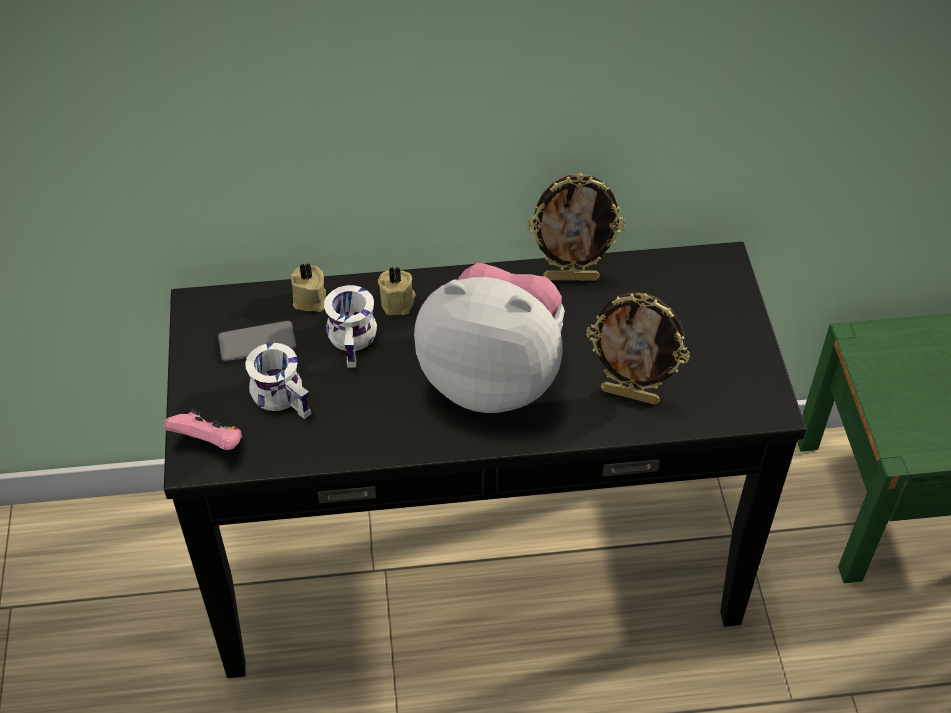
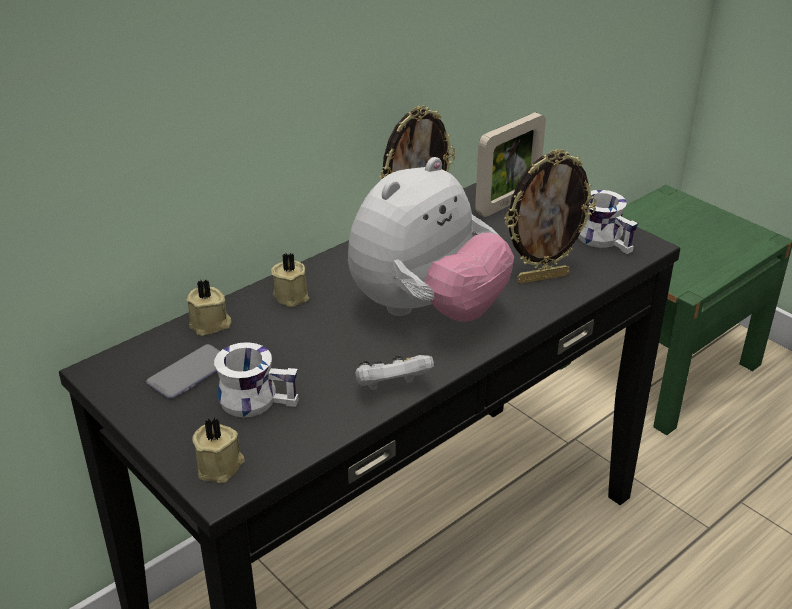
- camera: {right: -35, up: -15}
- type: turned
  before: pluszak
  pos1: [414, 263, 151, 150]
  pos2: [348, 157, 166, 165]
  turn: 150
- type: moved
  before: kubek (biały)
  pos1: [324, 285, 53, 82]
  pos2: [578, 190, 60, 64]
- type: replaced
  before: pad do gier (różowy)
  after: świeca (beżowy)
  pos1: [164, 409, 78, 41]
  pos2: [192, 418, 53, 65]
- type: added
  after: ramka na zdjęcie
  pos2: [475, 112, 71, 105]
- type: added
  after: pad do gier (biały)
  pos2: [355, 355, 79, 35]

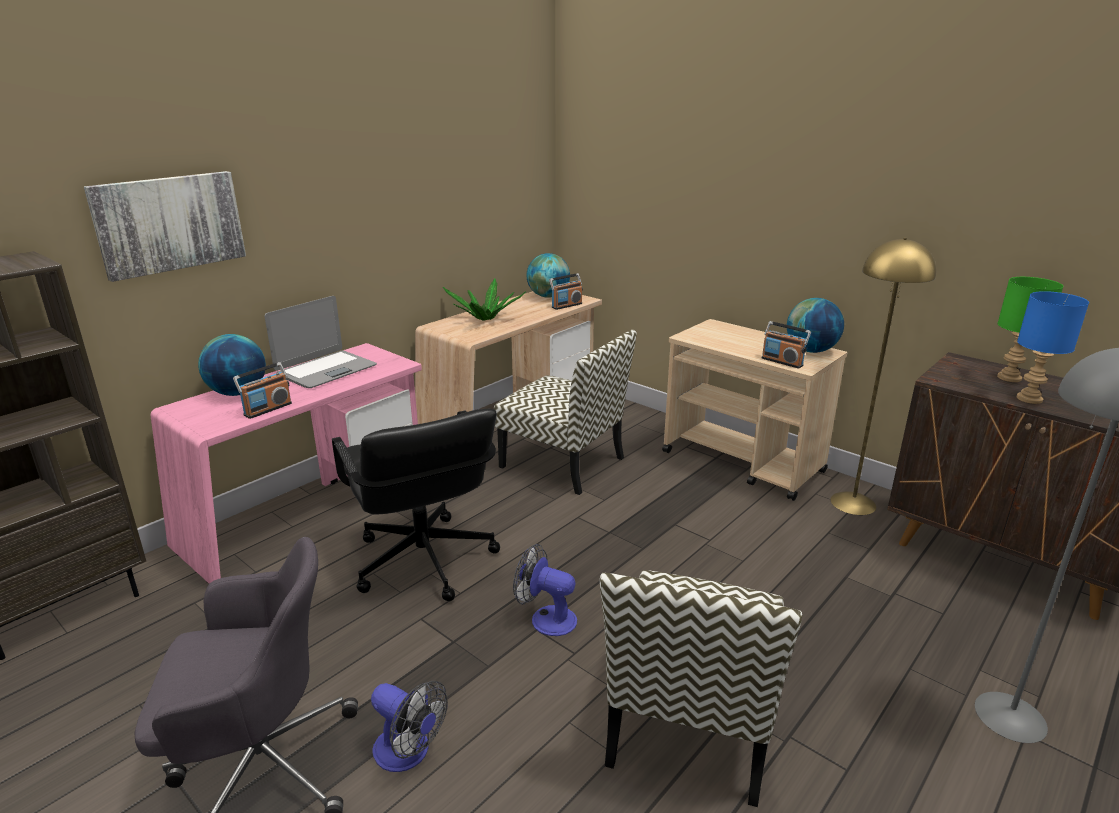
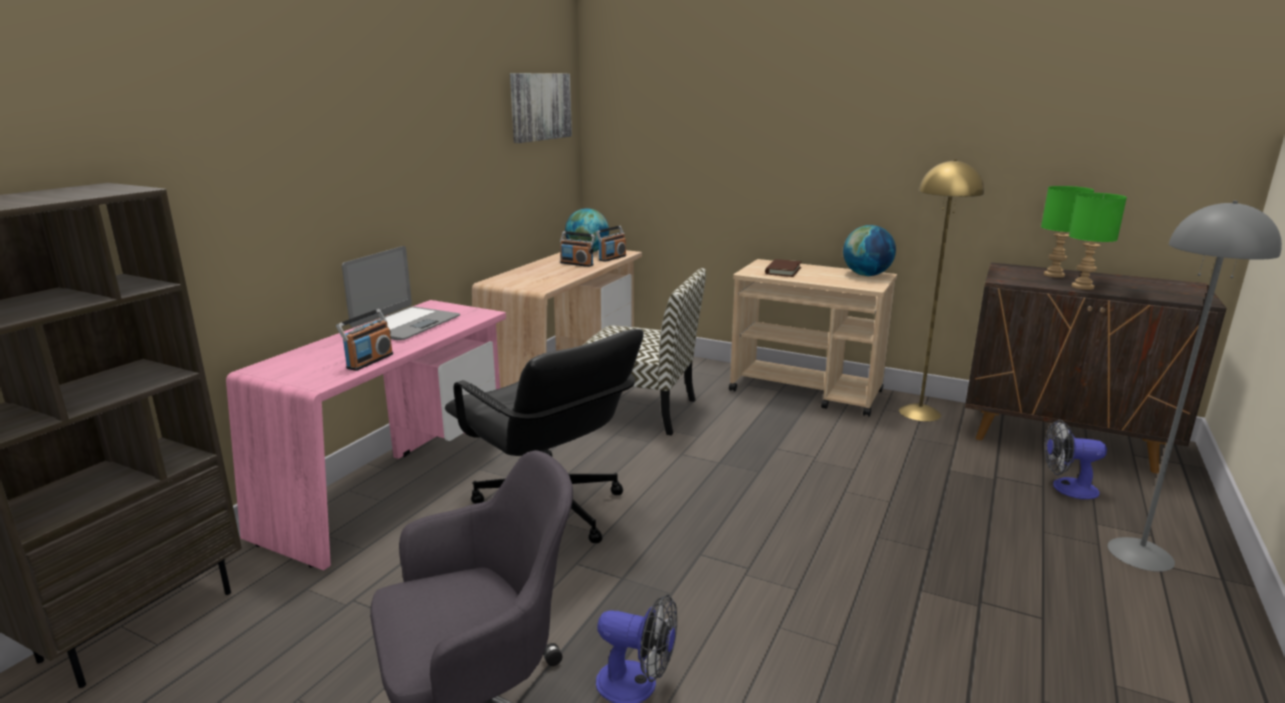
- camera: {right: -15, up: -5}
- type: moved
  before: obraz
  pos1: [84, 171, 162, 111]
  pos2: [510, 73, 62, 70]
- type: removed
  before: roślina doniczkowa
  pos1: [443, 279, 83, 42]
- type: recoloured
  before: lampa stołowa (niebieski)
  after: lampa stołowa (zielony)
  pos1: [1016, 291, 73, 113]
  pos2: [1069, 193, 58, 97]
- type: moved
  before: radio
  pos1: [762, 321, 49, 47]
  pos2: [560, 231, 35, 36]
- type: removed
  before: globus
  pos1: [198, 334, 68, 62]
- type: moved
  before: wentylator
  pos1: [513, 544, 64, 92]
  pos2: [1045, 420, 62, 79]
- type: removed
  before: krzesło
  pos1: [600, 570, 202, 237]
- type: added
  after: książka (brązowy)
  pos2: [765, 259, 37, 18]

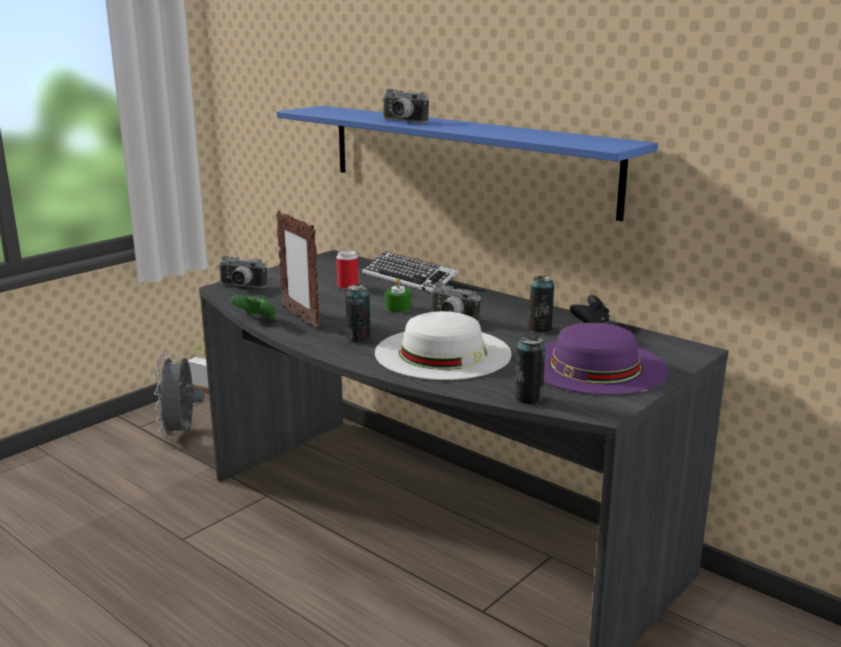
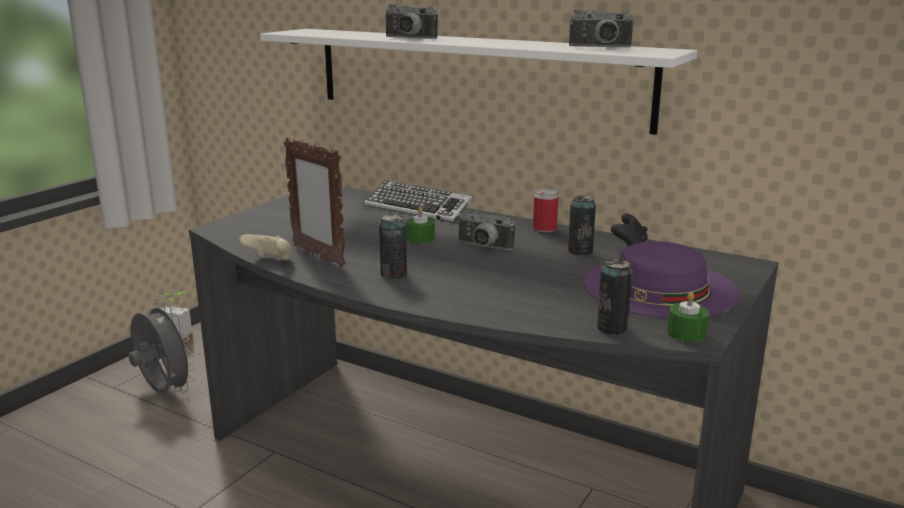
- camera: {right: -10, up: 0}
- type: recoloured
  before: półka (niebieski)
  after: półka (biały)
  pos1: [277, 106, 381, 115]
  pos2: [260, 29, 437, 106]
- type: moved
  before: puszka
  pos1: [336, 250, 23, 39]
  pos2: [533, 189, 25, 44]
- type: moved
  before: aparat fotograficzny
  pos1: [218, 255, 49, 33]
  pos2: [569, 9, 65, 38]
- type: recoloured
  before: pad do gier (zielony)
  after: pad do gier (beżowy)
  pos1: [231, 295, 45, 25]
  pos2: [239, 234, 53, 26]
- type: removed
  before: kapelusz (biały)
  pos1: [375, 311, 137, 69]
- type: turned
  before: wentylator (szary)
  pos1: [154, 353, 50, 88]
  pos2: [129, 302, 67, 92]
  turn: 150
- type: added
  after: świeca (zielony)
  pos2: [667, 291, 42, 51]

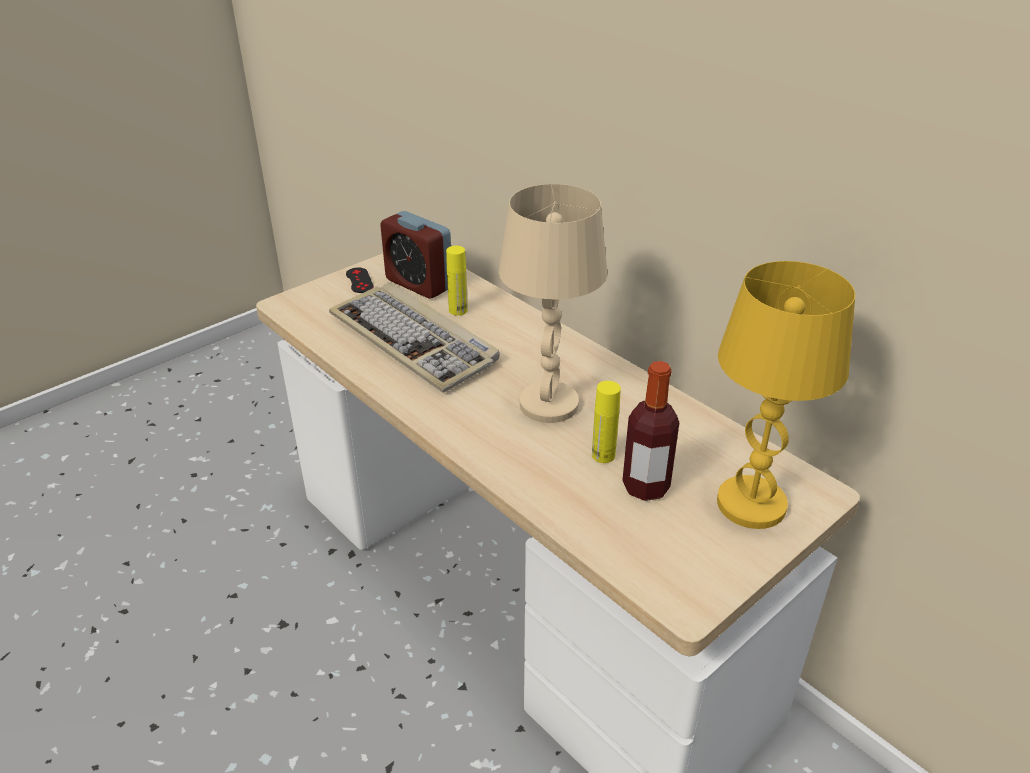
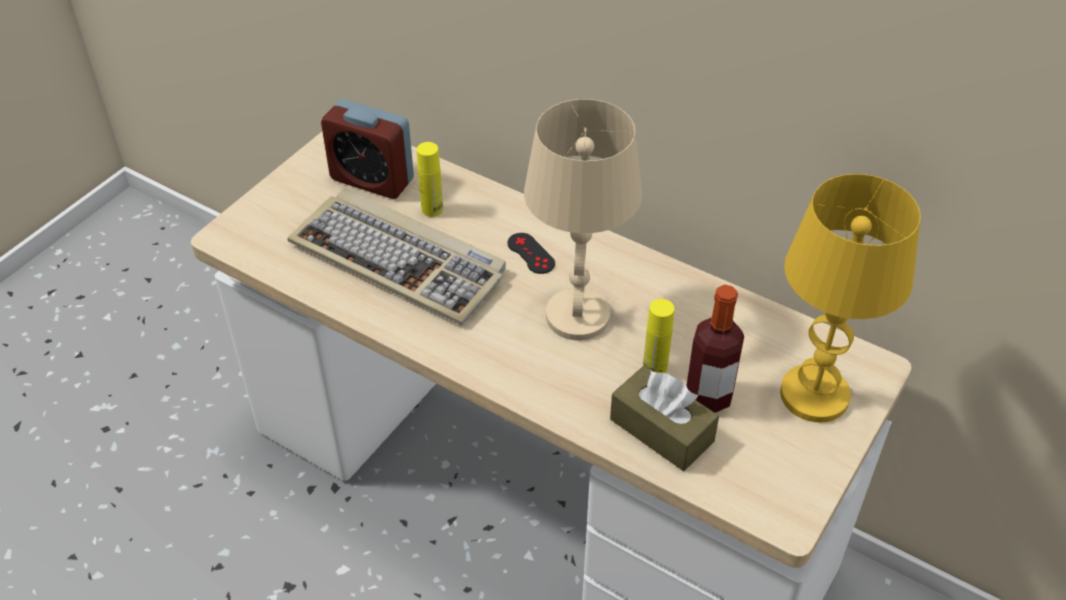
- camera: {right: -15, up: 10}
- type: moved
  before: pad do gier (czarny)
  pos1: [346, 268, 28, 25]
  pos2: [507, 233, 48, 41]
- type: added
  after: pudełko chusteczek (brązowy)
  pos2: [610, 366, 109, 105]

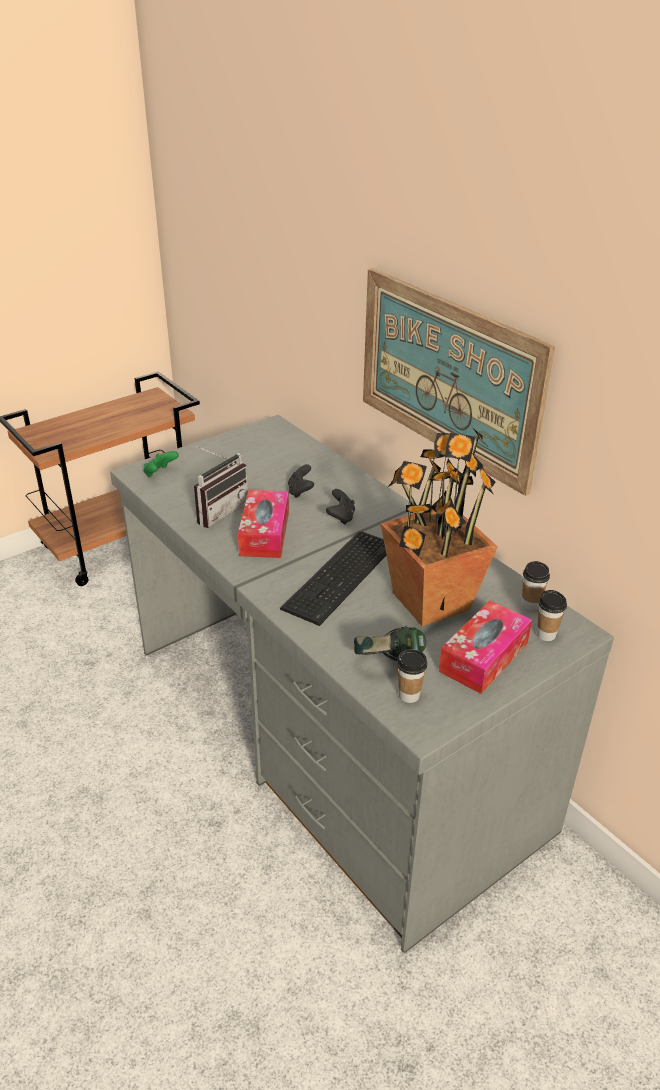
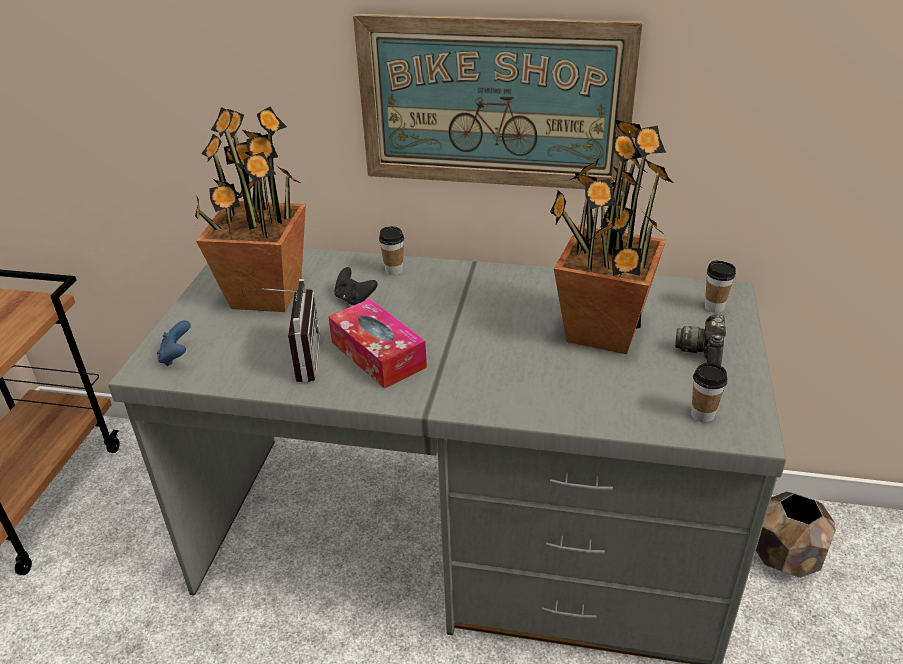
- camera: {right: -40, up: 0}
- type: recoloured
  before: pad do gier (zielony)
  after: pad do gier (niebieski)
  pos1: [144, 451, 35, 26]
  pos2: [157, 320, 34, 46]
- type: removed
  before: pad do gier (czarny)
  pos1: [326, 489, 29, 36]
- type: removed
  before: klawiatura
  pos1: [280, 531, 106, 95]
- type: moved
  before: filiżanka
  pos1: [521, 561, 29, 50]
  pos2: [379, 226, 25, 49]
- type: replaced
  before: pudełko chusteczek
  after: aparat fotograficzny
  pos1: [438, 600, 94, 94]
  pos2: [675, 315, 51, 50]
- type: removed
  before: słuchawki
  pos1: [354, 626, 72, 35]
- type: added
  after: roślina doniczkowa
  pos2: [195, 106, 111, 206]
- type: added
  after: donica (brązowy)
  pos2: [756, 492, 80, 86]

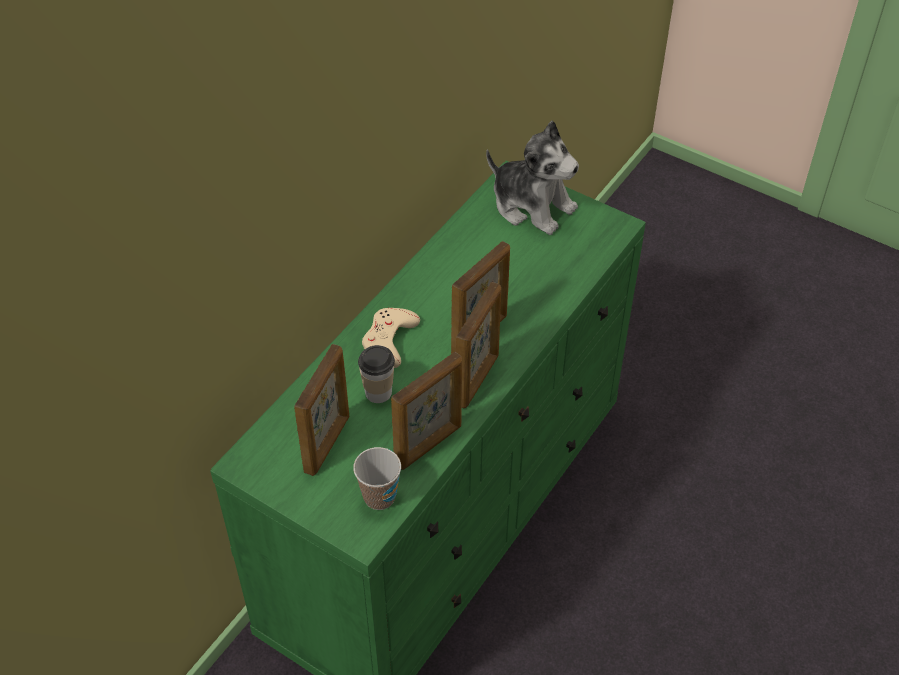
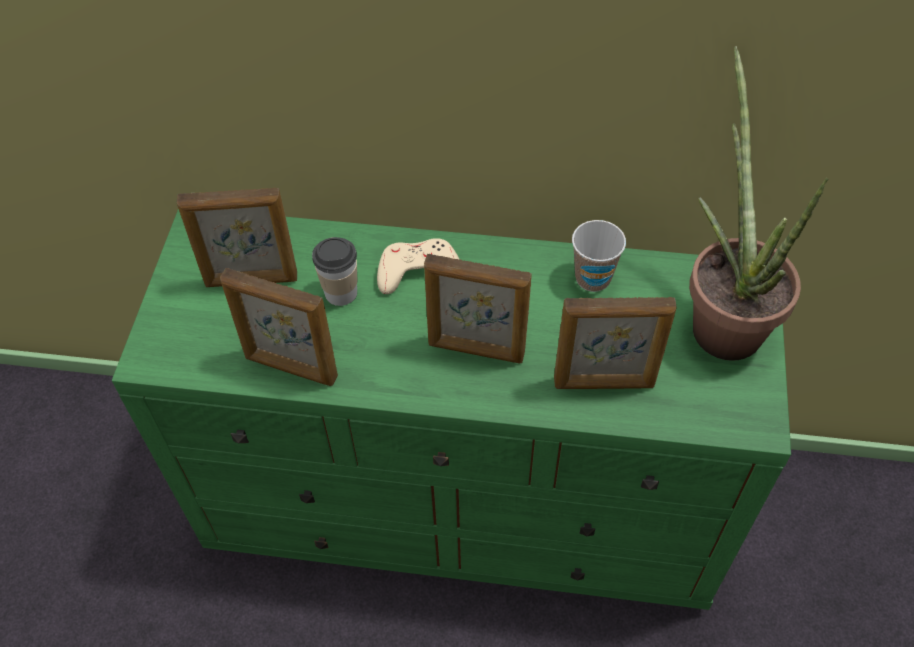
- camera: {right: 65, up: 5}
- type: replaced
  before: pluszak
  after: roślina doniczkowa
  pos1: [486, 121, 93, 114]
  pos2: [689, 46, 140, 315]
- type: moved
  before: ramka na zdjęcie
  pos1: [456, 282, 45, 127]
  pos2: [554, 297, 123, 92]
- type: moved
  before: filiżanka
  pos1: [353, 447, 48, 63]
  pos2: [572, 220, 54, 72]

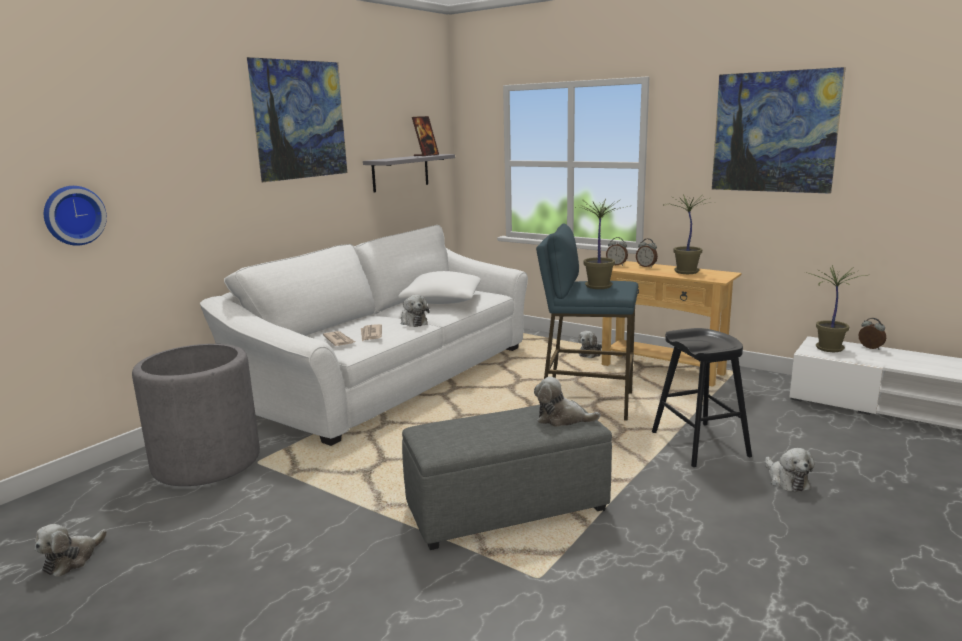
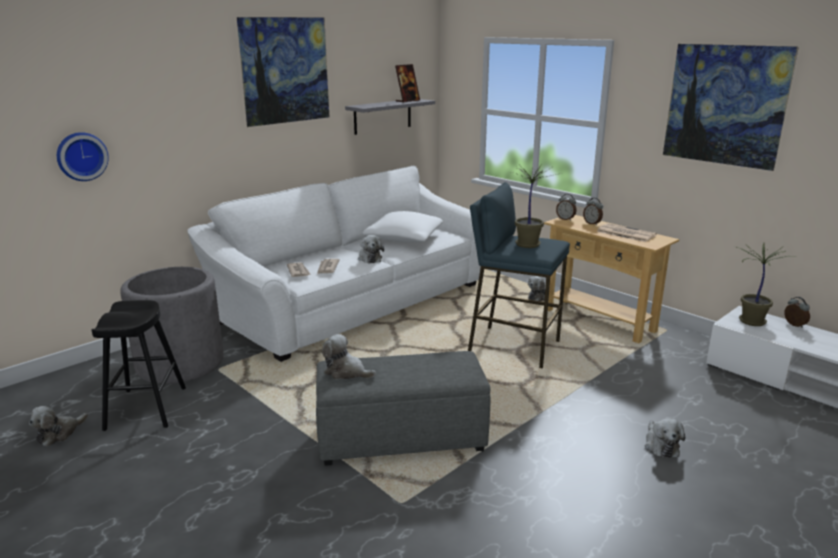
- camera: {right: 10, up: 5}
- type: replaced
  before: roślina doniczkowa
  after: gazeta
  pos1: [667, 194, 43, 80]
  pos2: [596, 223, 61, 19]
- type: moved
  before: stołek (czarny)
  pos1: [652, 328, 100, 139]
  pos2: [91, 300, 95, 131]
- type: moved
  before: pluszak
  pos1: [534, 377, 67, 50]
  pos2: [322, 334, 54, 45]

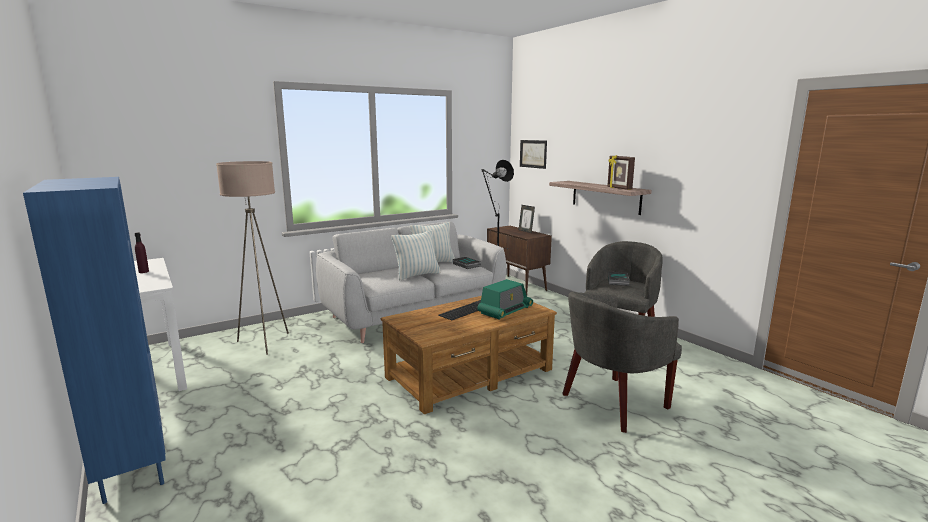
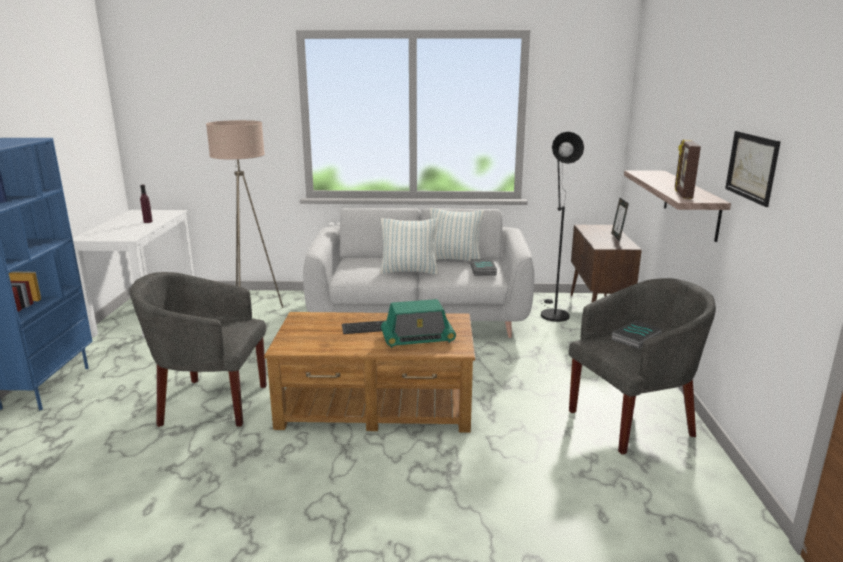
- camera: {right: 35, up: 5}
- type: moved
  before: obraz
  pos1: [520, 140, 27, 29]
  pos2: [725, 131, 56, 76]
- type: moved
  before: fotel (szary)
  pos1: [562, 292, 120, 141]
  pos2: [130, 272, 137, 155]

